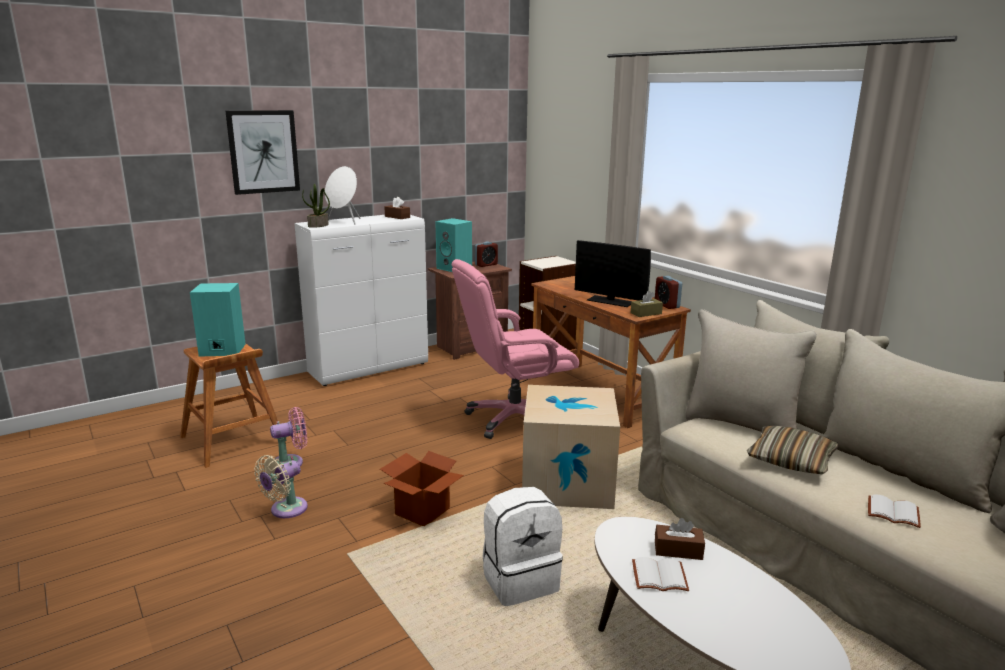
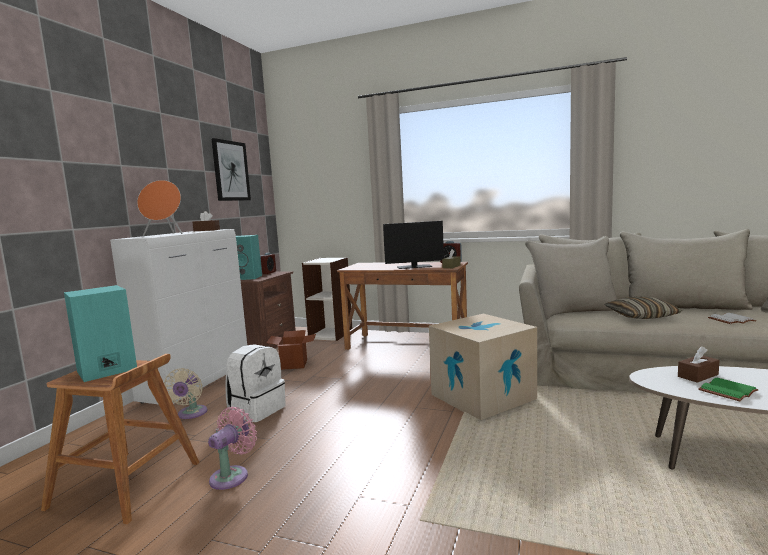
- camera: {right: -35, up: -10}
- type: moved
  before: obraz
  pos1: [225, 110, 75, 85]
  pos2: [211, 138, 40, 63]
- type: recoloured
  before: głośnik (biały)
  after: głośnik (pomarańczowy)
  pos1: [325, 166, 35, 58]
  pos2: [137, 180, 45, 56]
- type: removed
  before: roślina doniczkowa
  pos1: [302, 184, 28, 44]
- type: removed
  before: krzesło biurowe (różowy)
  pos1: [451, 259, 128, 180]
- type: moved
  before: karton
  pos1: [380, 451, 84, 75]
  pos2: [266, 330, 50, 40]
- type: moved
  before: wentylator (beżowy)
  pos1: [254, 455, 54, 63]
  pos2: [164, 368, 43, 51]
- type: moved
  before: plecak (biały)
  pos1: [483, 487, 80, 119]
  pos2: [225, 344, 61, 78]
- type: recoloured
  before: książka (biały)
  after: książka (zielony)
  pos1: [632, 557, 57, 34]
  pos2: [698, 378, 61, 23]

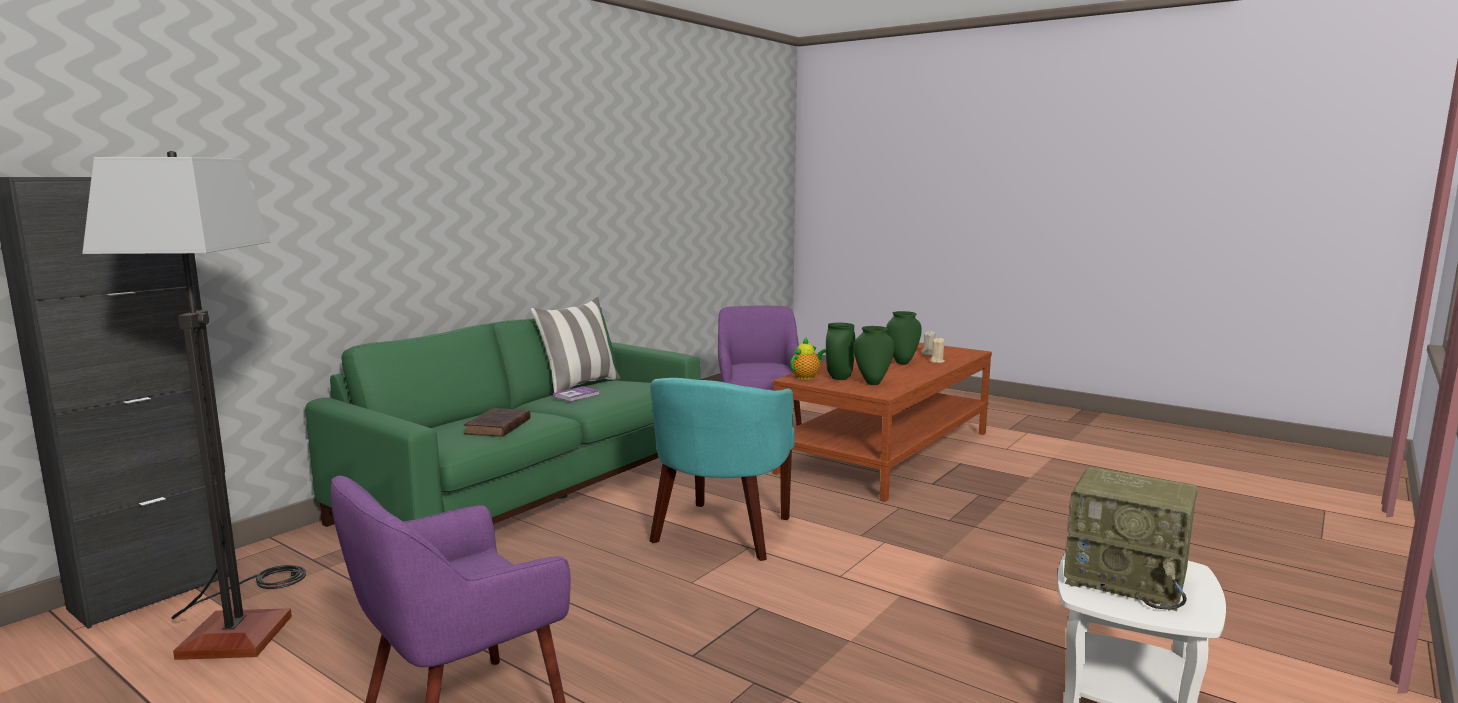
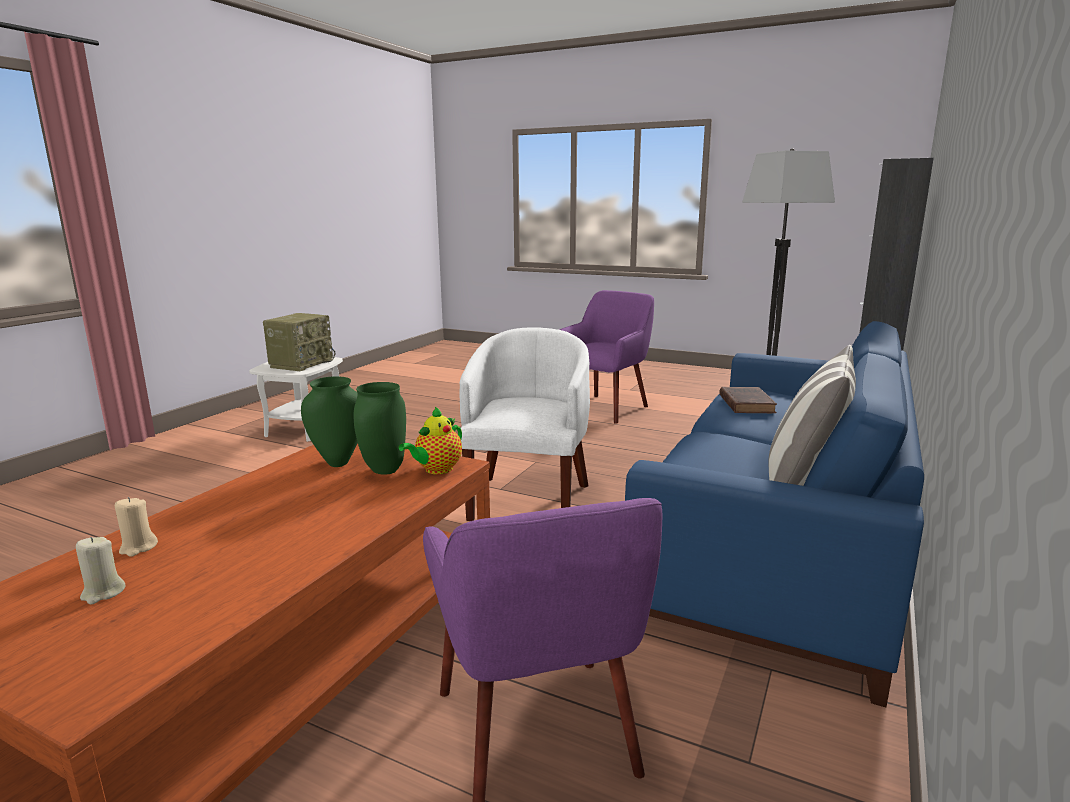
- camera: {right: 170, up: 5}
- type: recoloured
  before: kanapa (zielony)
  after: kanapa (niebieski)
  pos1: [305, 307, 395, 220]
  pos2: [625, 321, 299, 386]
- type: removed
  before: wazon (zielony)
  pos1: [886, 311, 36, 54]
- type: recoloured
  before: fotel (turkusowy)
  after: fotel (biały)
  pos1: [649, 378, 146, 183]
  pos2: [459, 328, 131, 193]
- type: removed
  before: książka
  pos1: [553, 386, 47, 16]
- type: turned
  before: radio
  pos1: [1064, 467, 134, 144]
  pos2: [263, 313, 73, 58]
  turn: 90

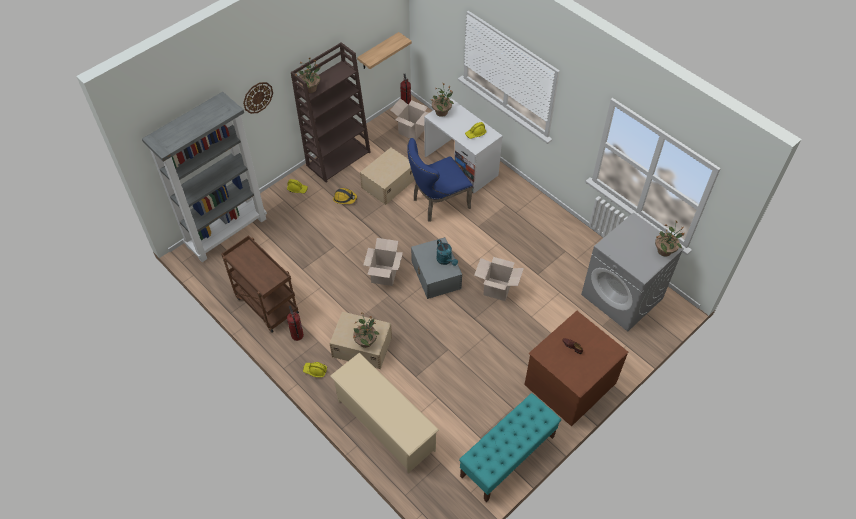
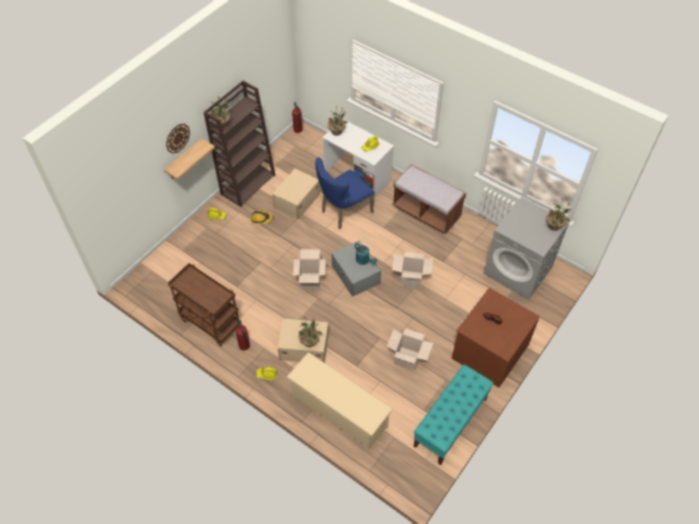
- camera: {right: -10, up: 0}
- type: moved
  before: półka
  pos1: [357, 32, 55, 37]
  pos2: [164, 138, 51, 42]
- type: removed
  before: regał (szary)
  pos1: [142, 92, 125, 170]
- type: moved
  before: karton
  pos1: [390, 98, 39, 43]
  pos2: [387, 329, 46, 42]
- type: added
  after: ławka (brązowy)
  pos2: [392, 164, 74, 70]

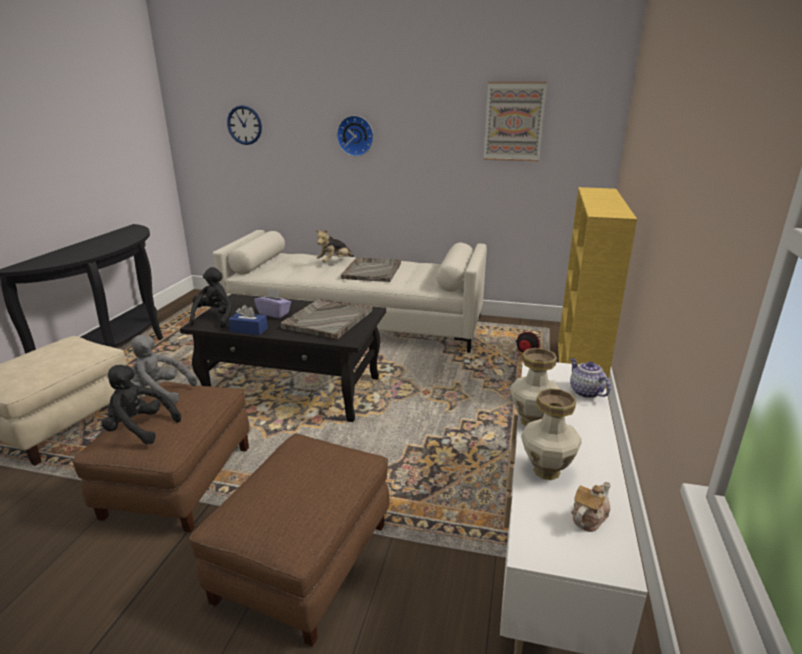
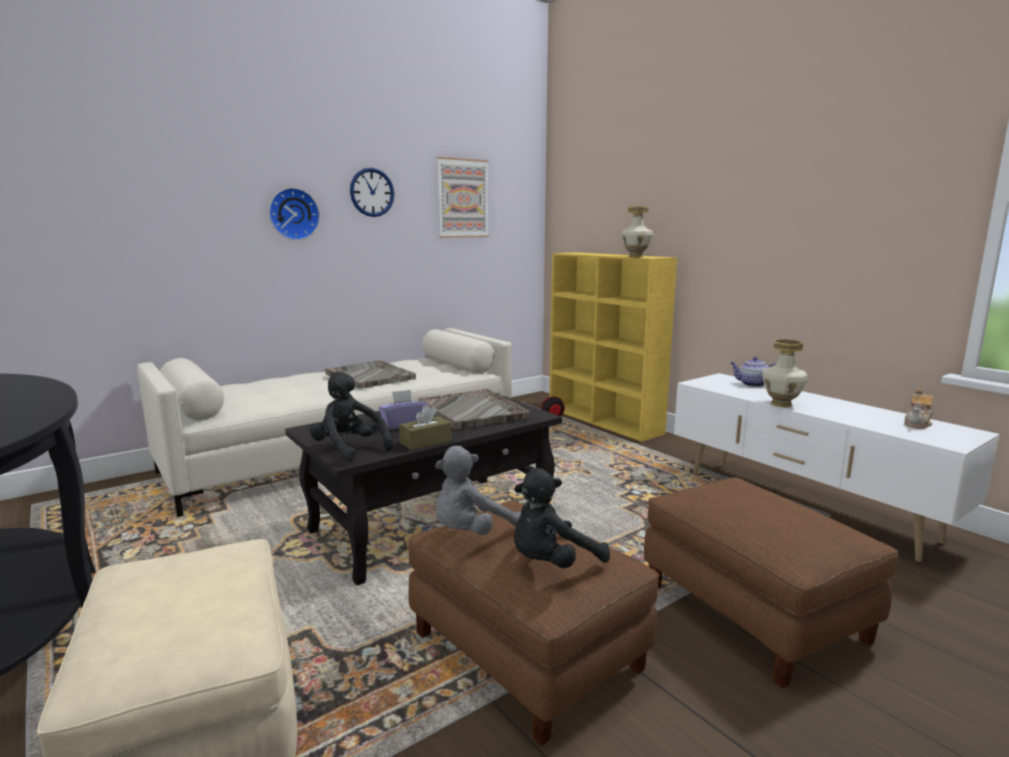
- camera: {right: -50, up: -10}
- type: moved
  before: zegar ścienny
  pos1: [227, 105, 35, 40]
  pos2: [350, 168, 44, 49]
- type: removed
  before: pluszak
  pos1: [316, 229, 38, 33]
- type: recoloured
  before: pudełko chusteczek (niebieski)
  after: pudełko chusteczek (brązowy)
  pos1: [229, 305, 39, 30]
  pos2: [399, 405, 53, 45]
- type: moved
  before: wazon
  pos1: [521, 388, 61, 92]
  pos2: [621, 207, 32, 50]
- type: turned
  before: imbryk
  pos1: [571, 482, 40, 50]
  pos2: [904, 388, 29, 41]
  turn: -135

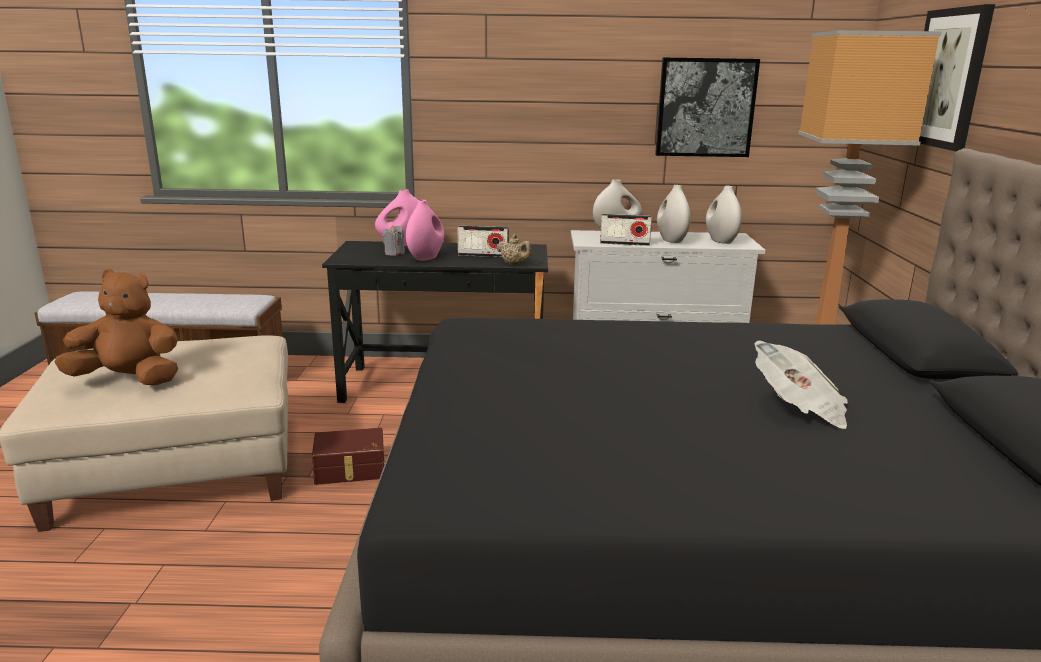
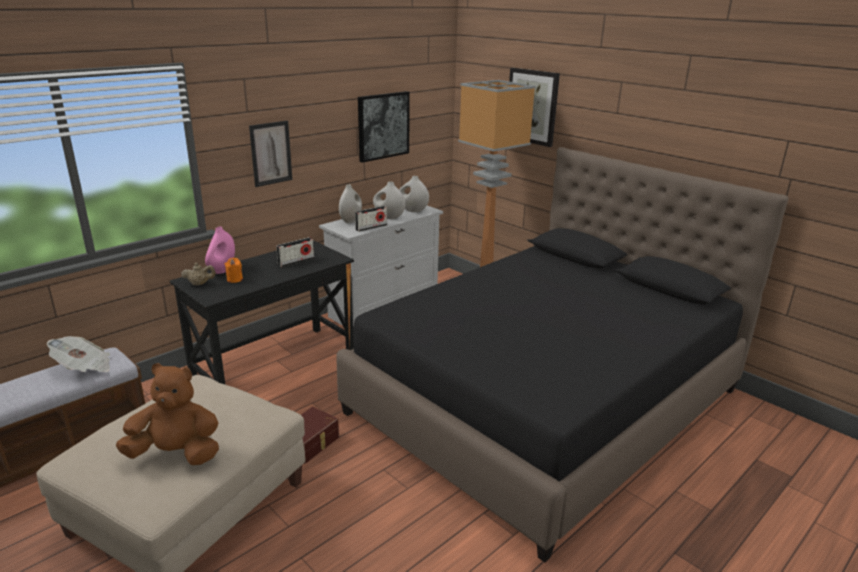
- camera: {right: -45, up: 5}
- type: removed
  before: wazon (różowy)
  pos1: [406, 200, 38, 61]
- type: recoloured
  before: świeca (szary)
  after: świeca (pomarańczowy)
  pos1: [383, 225, 22, 31]
  pos2: [225, 258, 18, 25]
- type: moved
  before: imbryk (beżowy)
  pos1: [497, 235, 35, 29]
  pos2: [181, 263, 35, 23]
- type: turned
  before: pluszak (brązowy)
  pos1: [55, 269, 123, 116]
  pos2: [115, 363, 104, 102]
  turn: 45
- type: moved
  before: gazeta
  pos1: [754, 341, 94, 88]
  pos2: [47, 336, 63, 36]
- type: added
  after: obraz
  pos2: [249, 121, 43, 66]

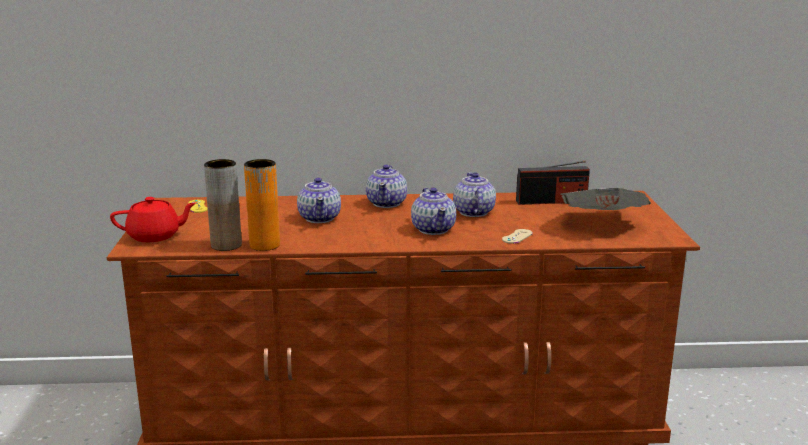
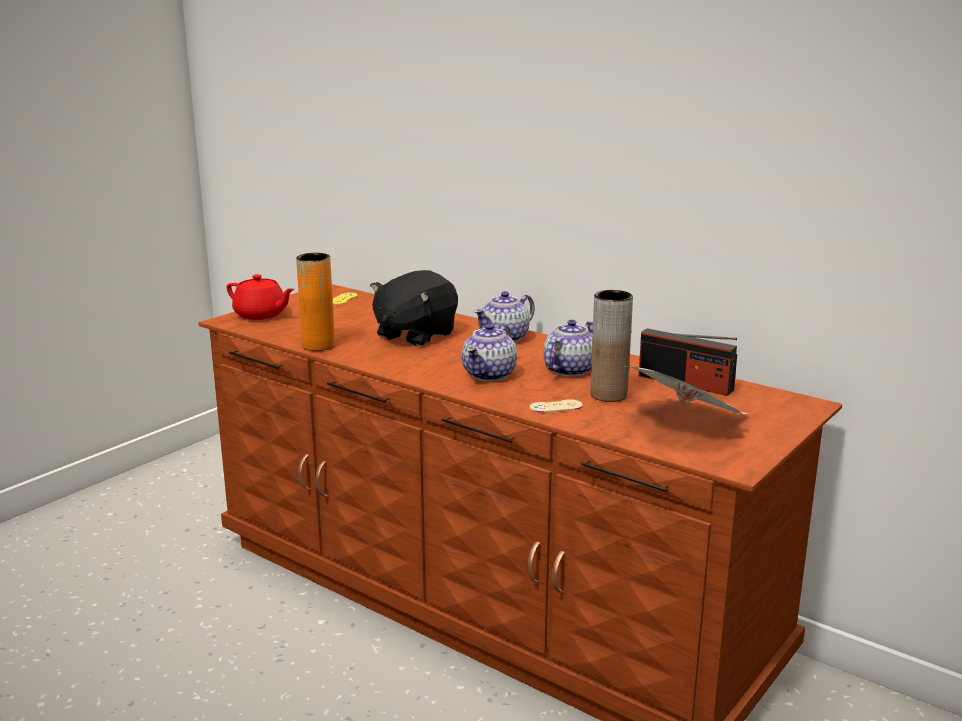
- camera: {right: 40, up: 0}
- type: moved
  before: wazon (brązowy)
  pos1: [204, 159, 38, 92]
  pos2: [590, 290, 43, 112]
- type: replaced
  before: imbryk
  after: pluszak (czarny)
  pos1: [297, 178, 44, 45]
  pos2: [370, 270, 88, 77]

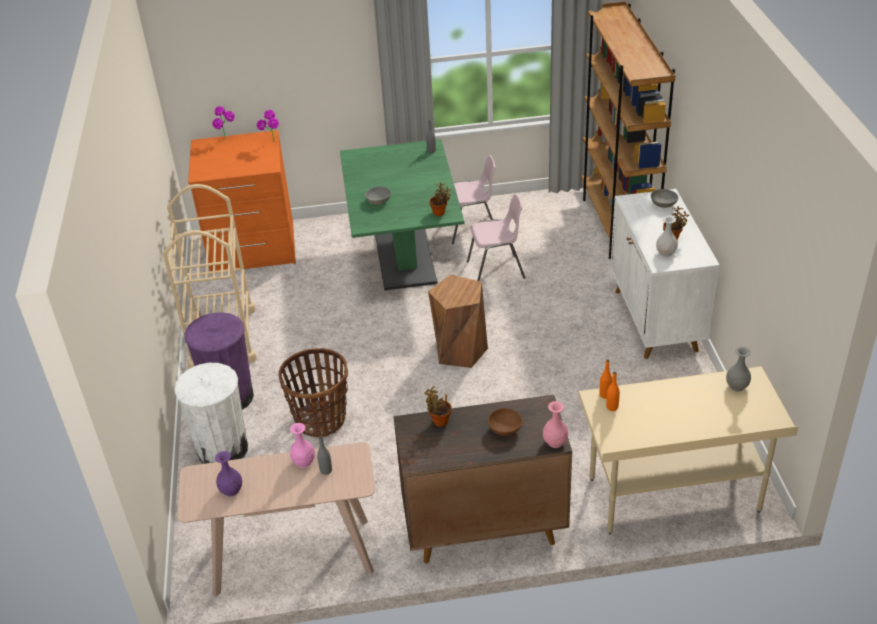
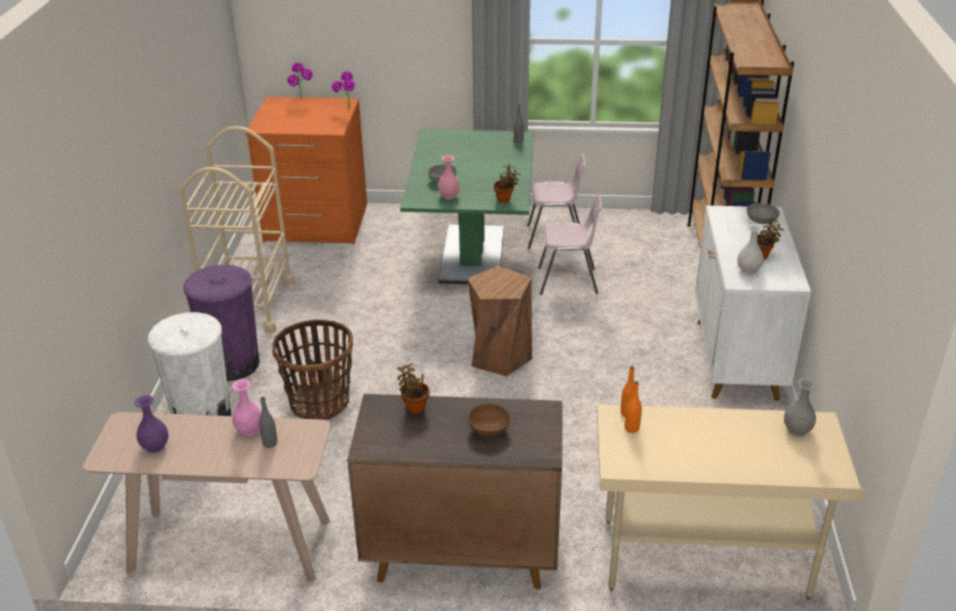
- camera: {right: 10, up: -5}
- type: moved
  before: wazon (różowy)
  pos1: [543, 401, 25, 47]
  pos2: [438, 155, 22, 44]

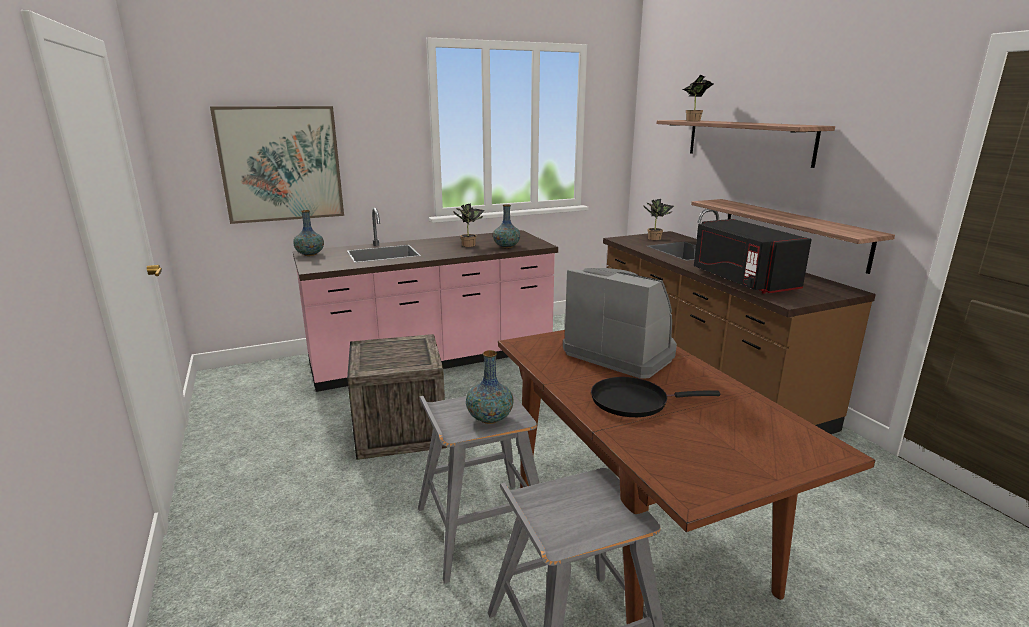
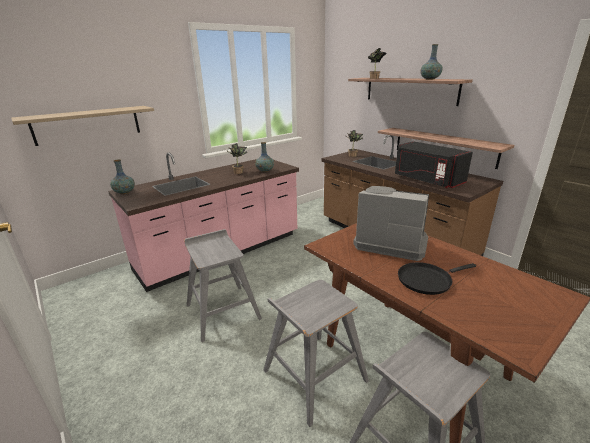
- camera: {right: -15, up: 5}
- type: replaced
  before: obraz
  after: półka
  pos1: [210, 106, 134, 118]
  pos2: [11, 106, 143, 40]
- type: replaced
  before: skrzynka
  after: stołek (szary)
  pos1: [347, 334, 100, 126]
  pos2: [184, 229, 78, 113]
- type: moved
  before: wazon
  pos1: [466, 350, 47, 74]
  pos2: [420, 44, 22, 36]

